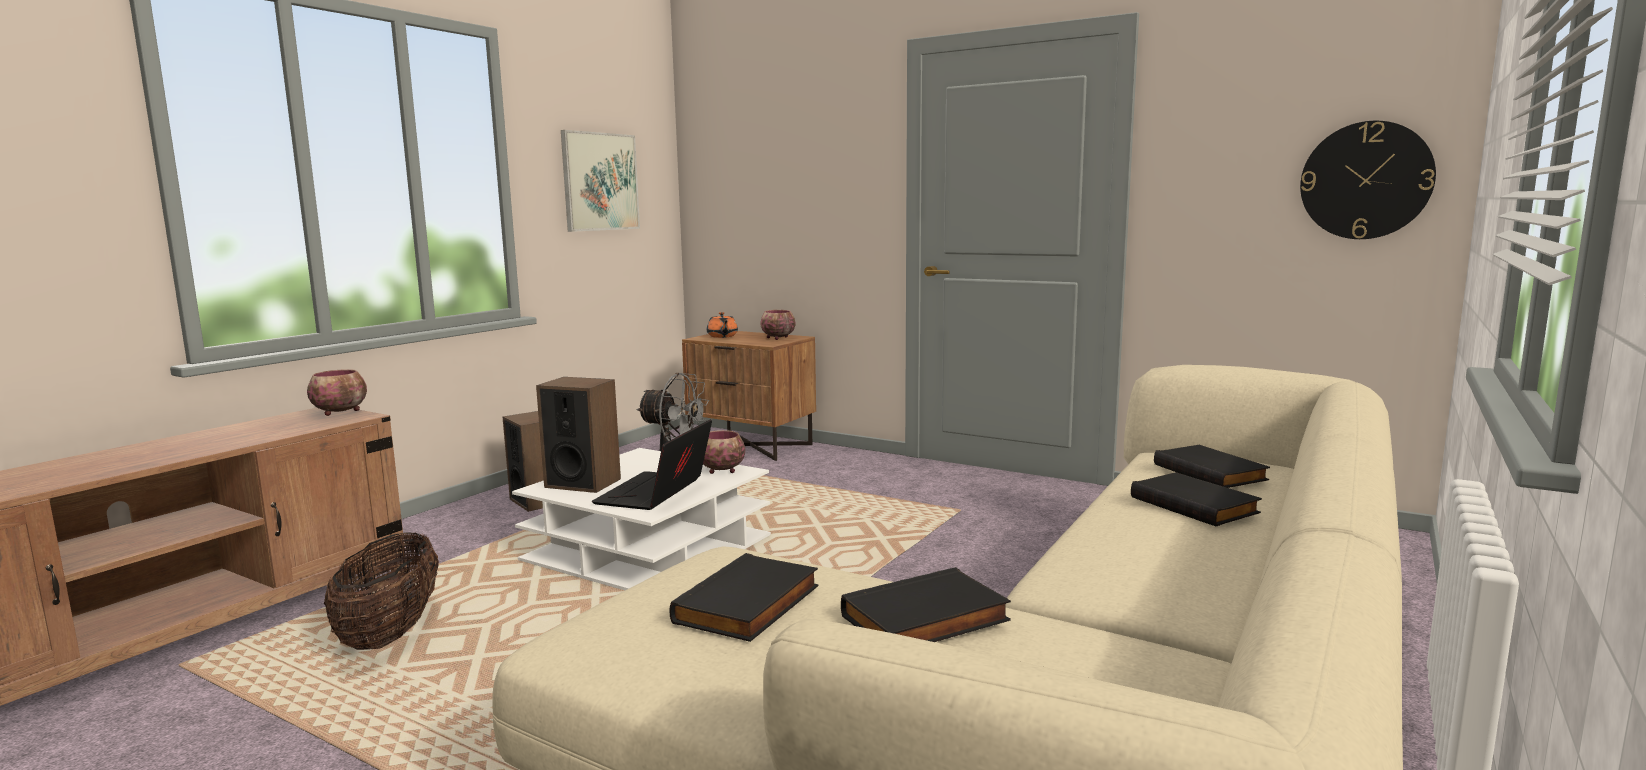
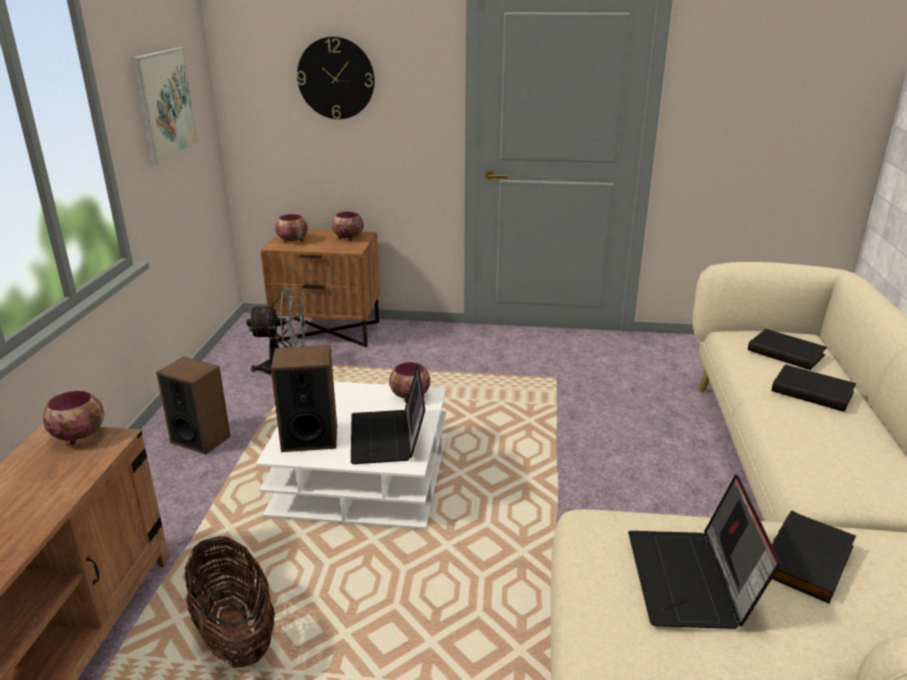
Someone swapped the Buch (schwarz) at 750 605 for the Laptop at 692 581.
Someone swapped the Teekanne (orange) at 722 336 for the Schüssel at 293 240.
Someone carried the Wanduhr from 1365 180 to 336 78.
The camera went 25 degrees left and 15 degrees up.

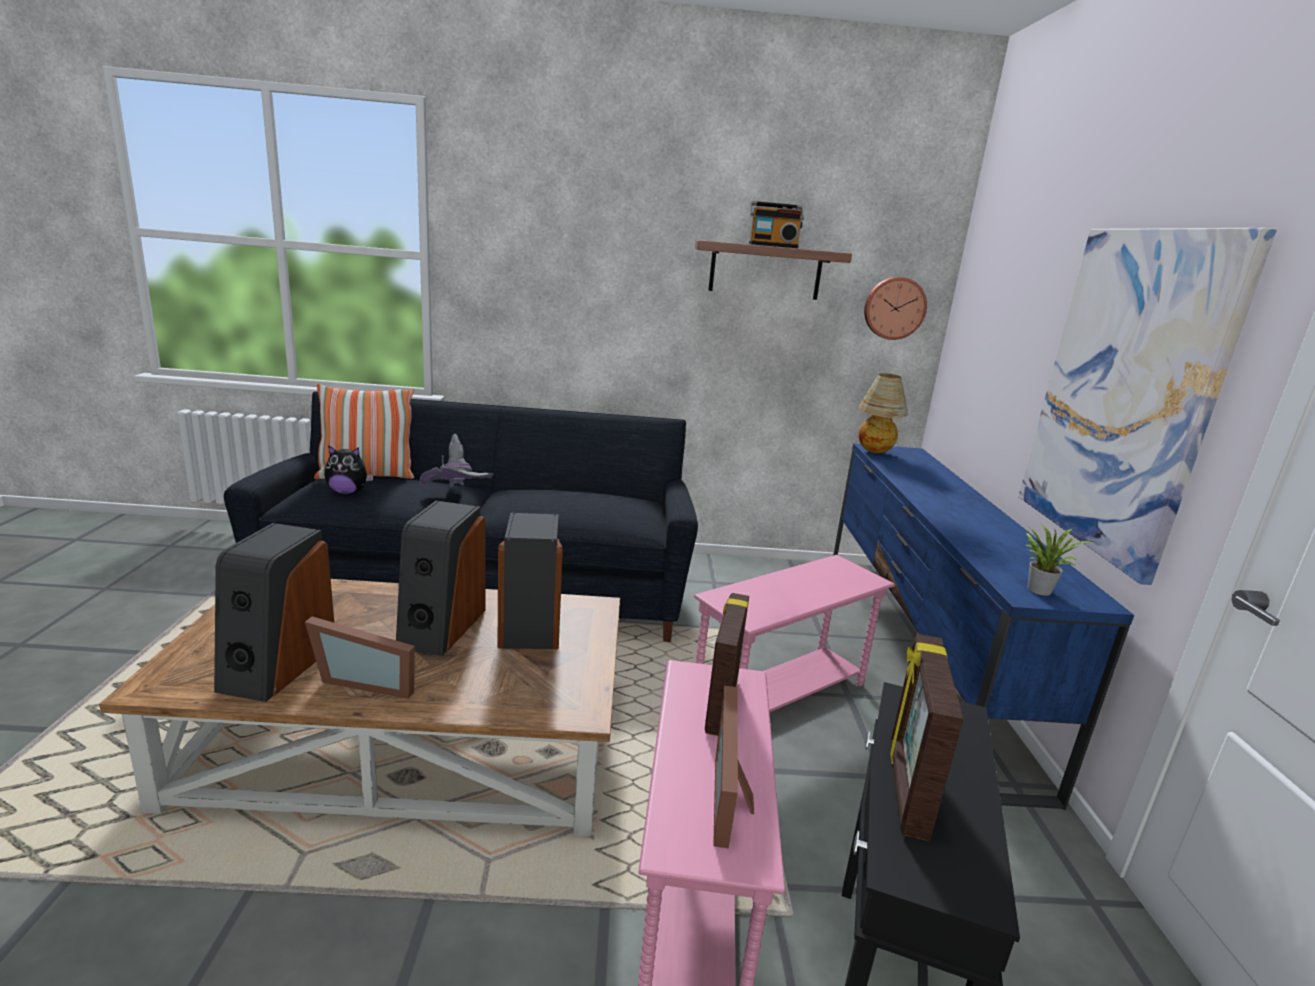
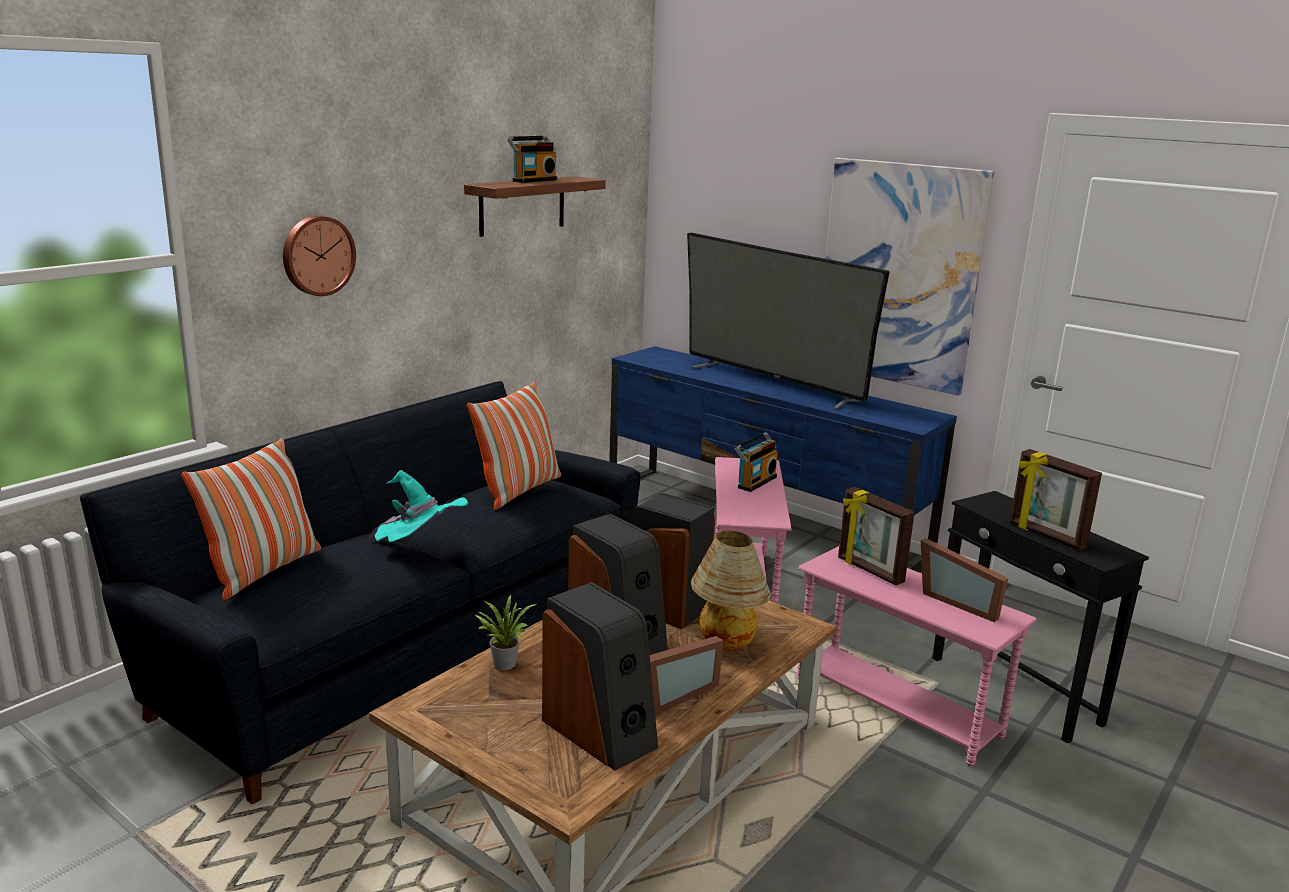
Someone took away the Plüschtier at 348 492.
Someone repainted the Hut (grau) at 456 501, which became the Hut (türkis) at 419 547.
Someone carried the Tischlampe from 874 452 to 725 646.
Someone carried the Wanduhr from 894 308 to 317 255.
Someone carried the Topfpflanze from 1038 589 to 503 662.
Someone put down the Kissen at 518 490.
Someone put down the Fernseher at 772 383.
Someone put down the Radio at 755 482.
The camera went 50 degrees left and 0 degrees up.

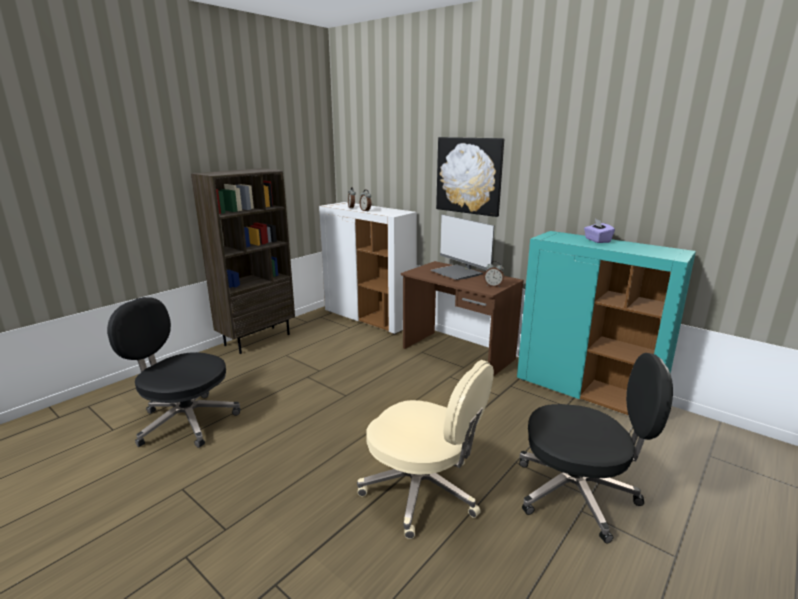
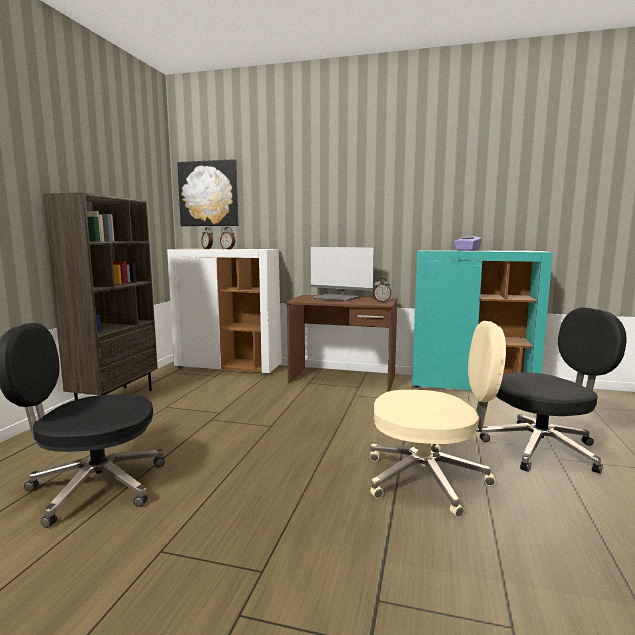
Someone carried the Bild from 469 175 to 209 194.
The camera went 25 degrees left and 10 degrees down.

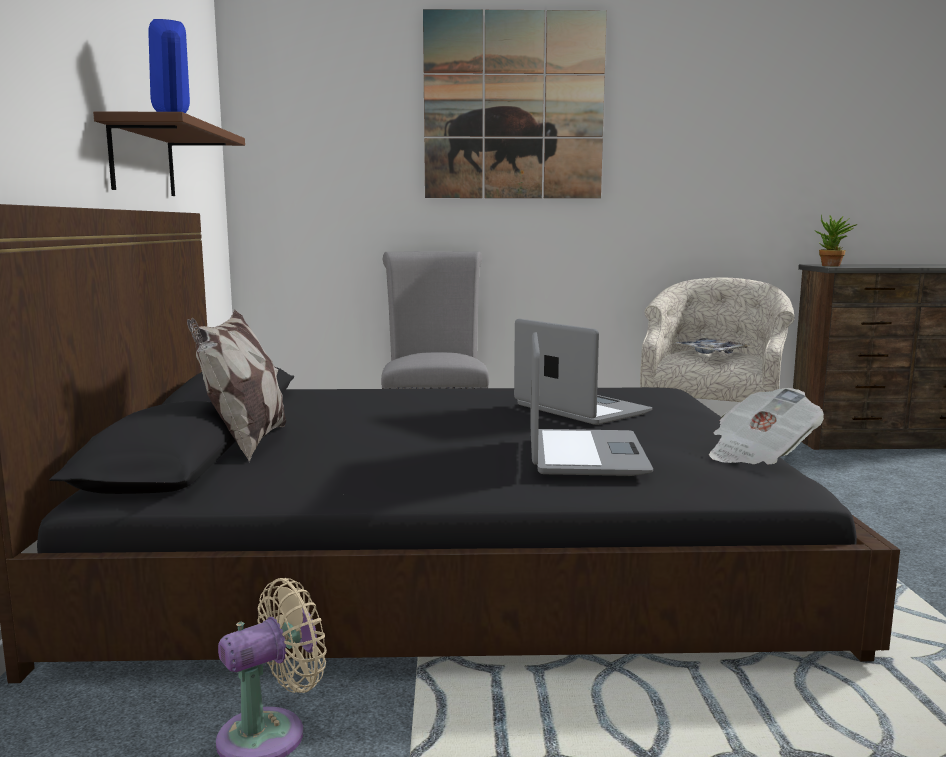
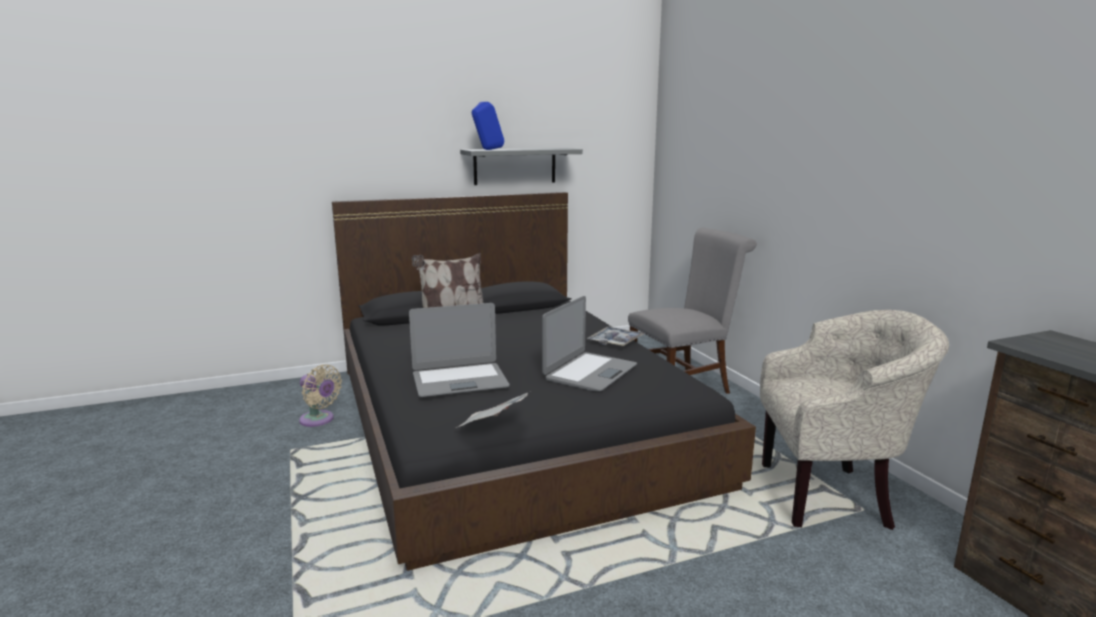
Someone repainted the Wandregal (braun) at 142 160, which became the Wandregal (grau) at 515 166.
Someone took away the Bild at 513 106.
Someone carried the Tablett from 711 352 to 615 342.
Someone took away the Topfpflanze at 832 266.
The camera went 70 degrees right and 5 degrees up.

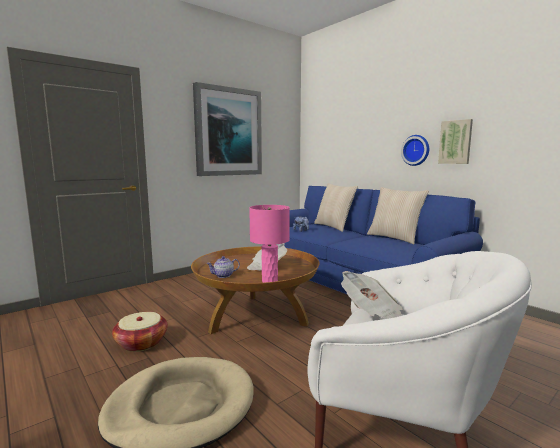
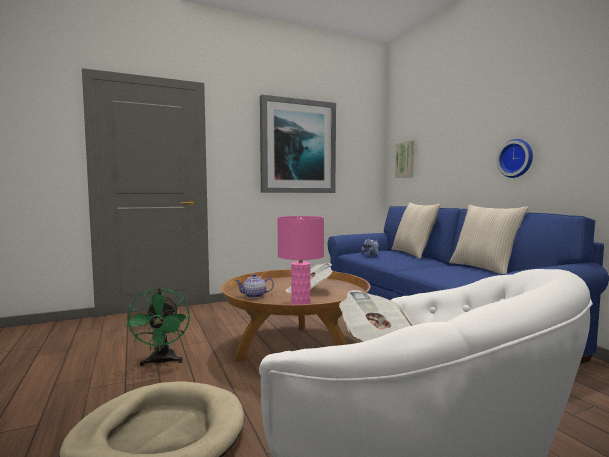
Someone swapped the Korb at 141 343 for the Ventilator (grün) at 161 362.
Someone carried the Bild from 455 142 to 405 160.
The camera went 15 degrees right and 5 degrees down.

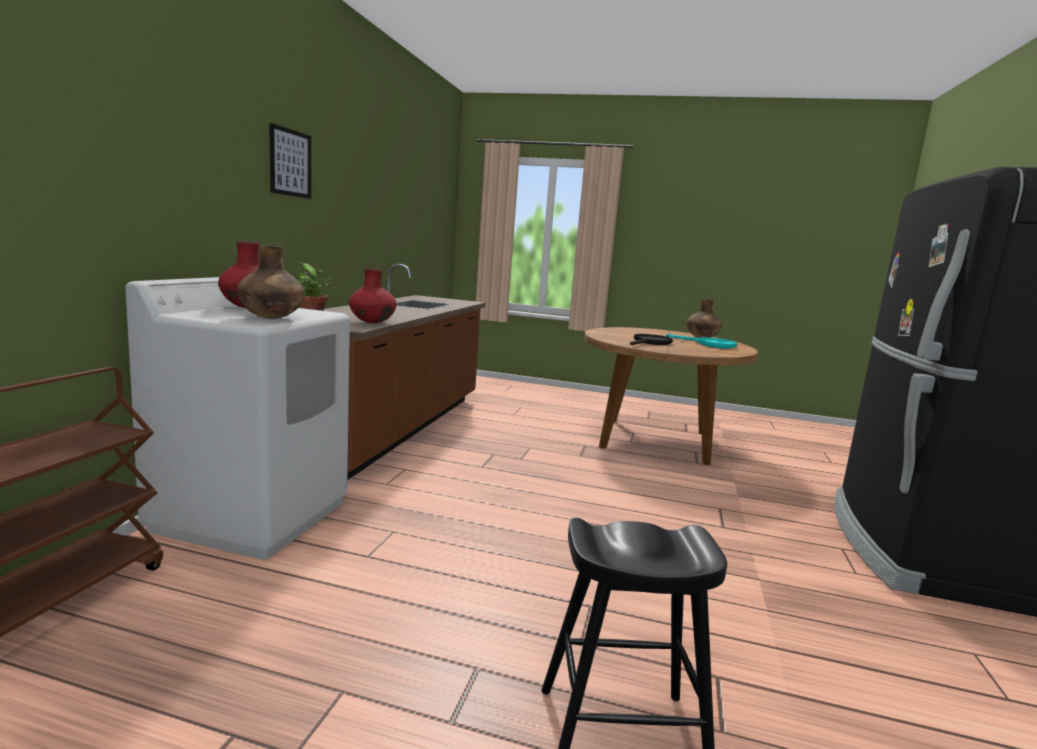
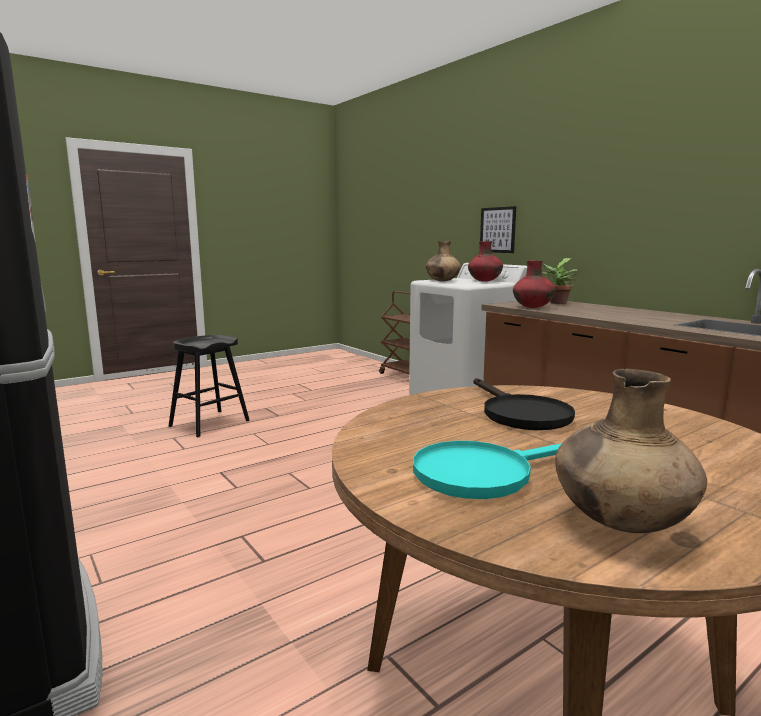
Someone carried the Bild from 290 163 to 497 230.
The camera went 130 degrees right and 0 degrees up.

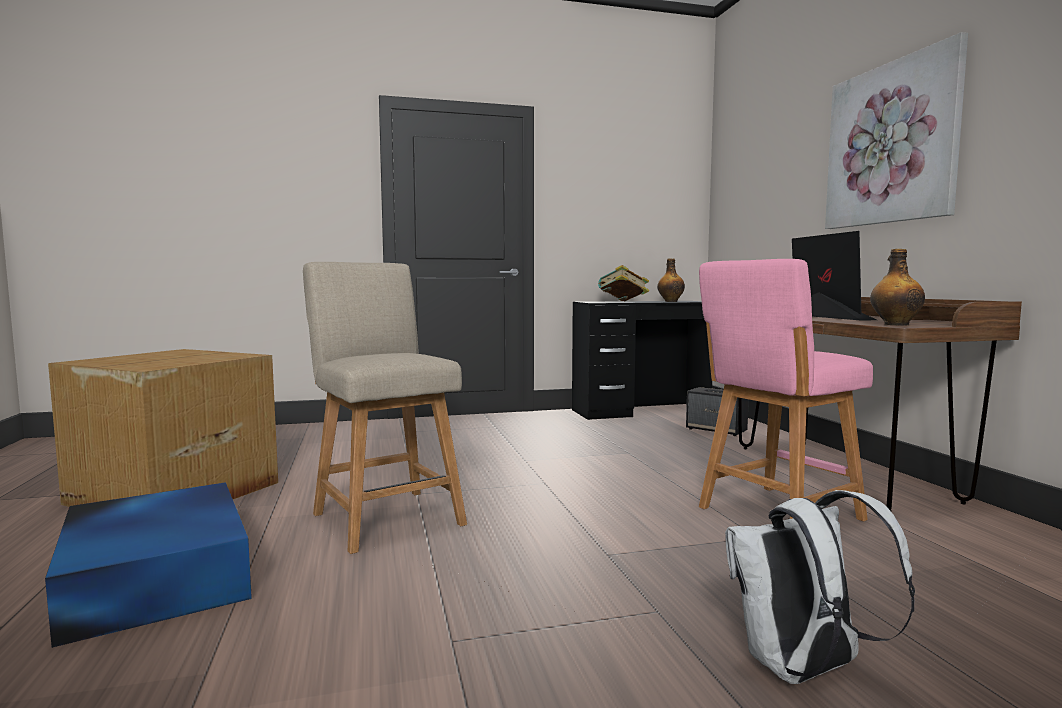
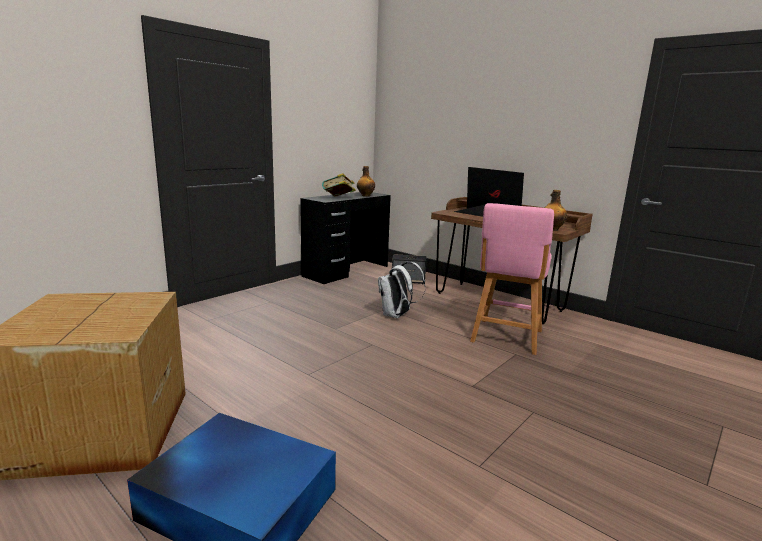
Someone took away the Stuhl (beige) at 385 516.
Someone carried the Rucksack (weiß) from 803 671 to 397 315.
Someone took away the Bild at 890 144.
The camera went 35 degrees left and 10 degrees up.

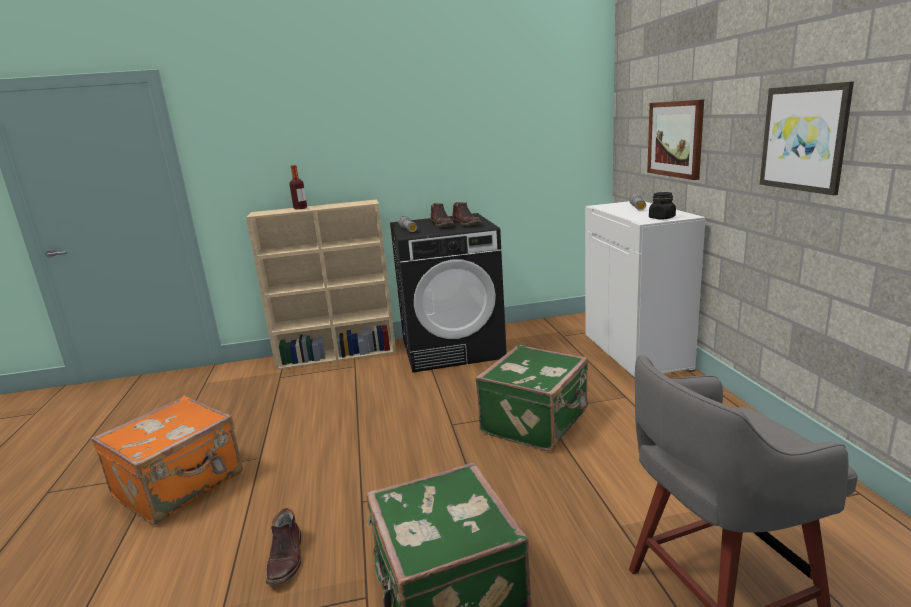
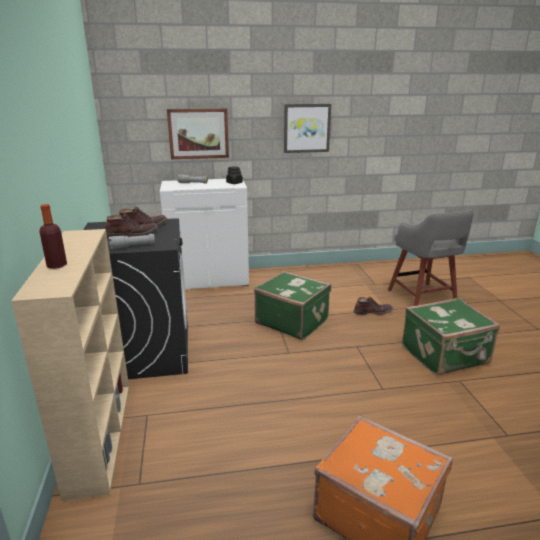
Someone carried the Stiefel (braun) from 286 559 to 372 312.
The camera went 90 degrees left and 5 degrees up.

